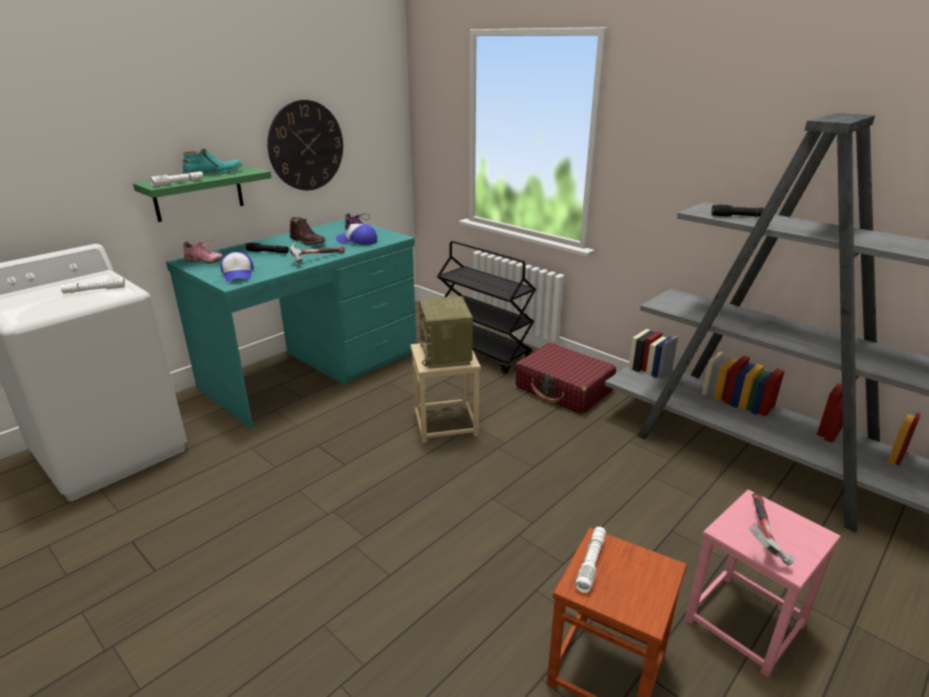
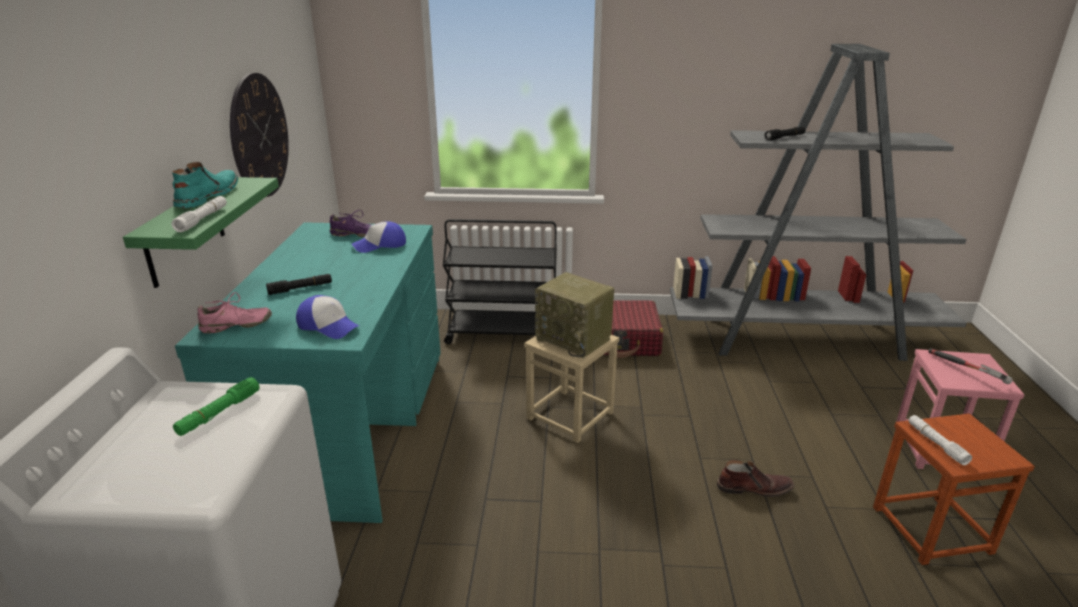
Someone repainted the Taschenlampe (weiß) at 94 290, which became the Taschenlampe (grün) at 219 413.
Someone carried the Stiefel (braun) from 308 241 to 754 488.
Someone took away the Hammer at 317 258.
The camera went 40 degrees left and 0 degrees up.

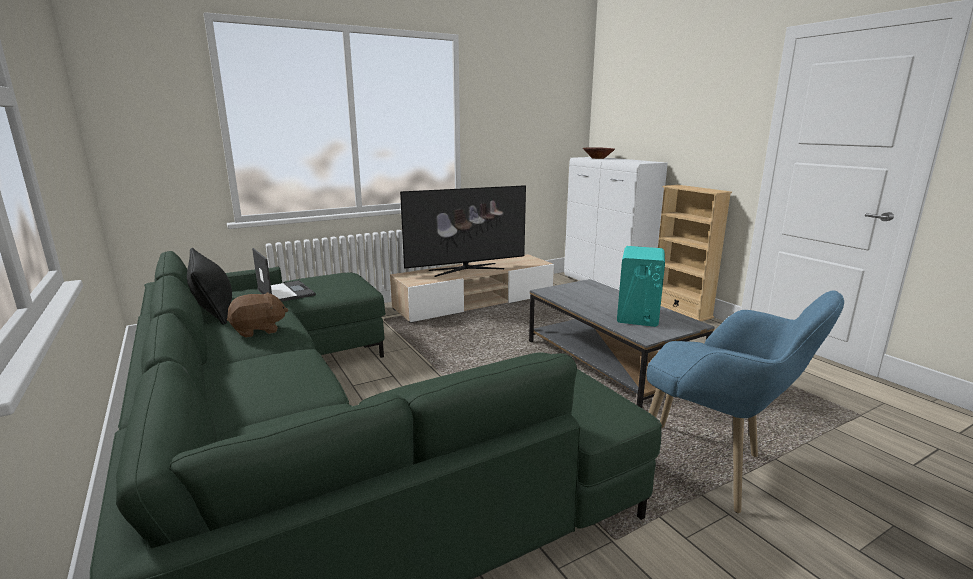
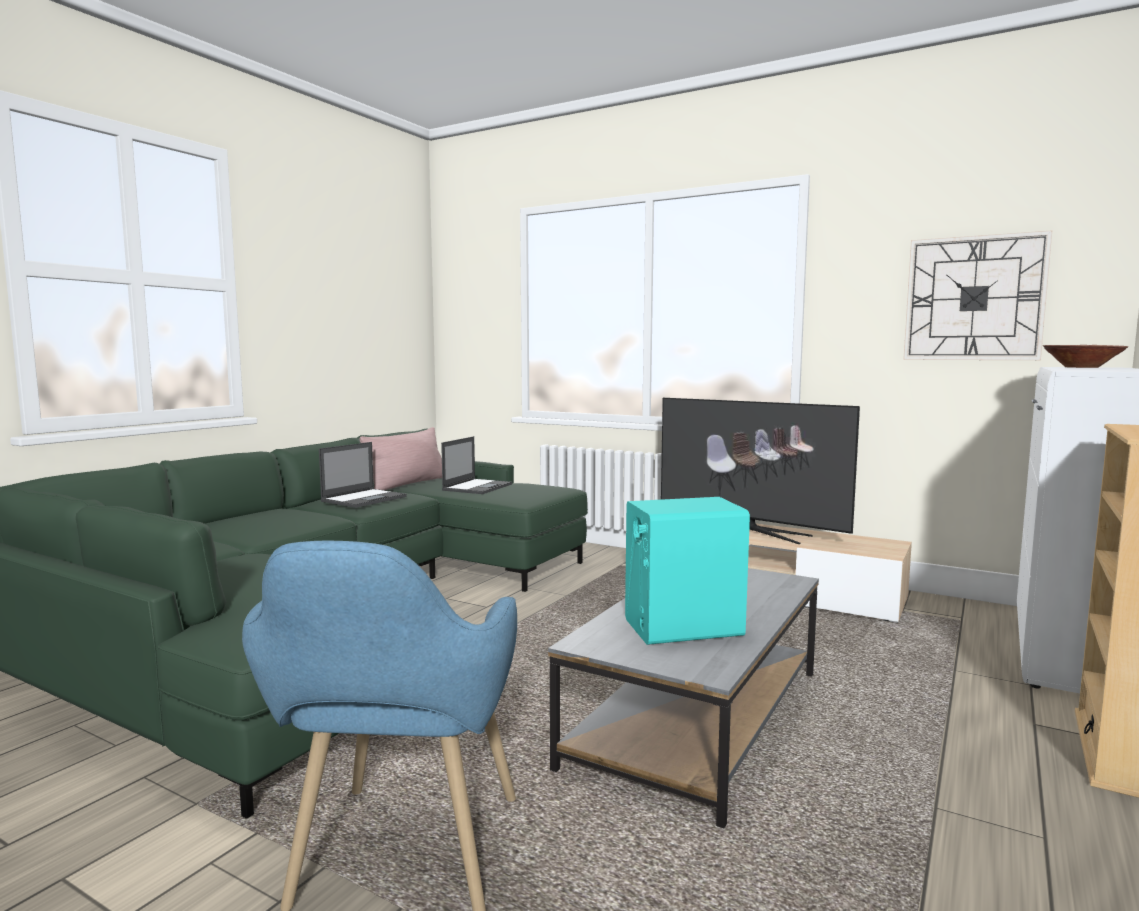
Someone repainted the Kissen (schwarz) at 213 309, which became the Kissen (rosa) at 408 484.
Someone swapped the Plüschtier (braun) at 258 330 for the Laptop at 364 499.
Someone put up the Wanduhr at 974 298.
The camera went 60 degrees right and 10 degrees down.

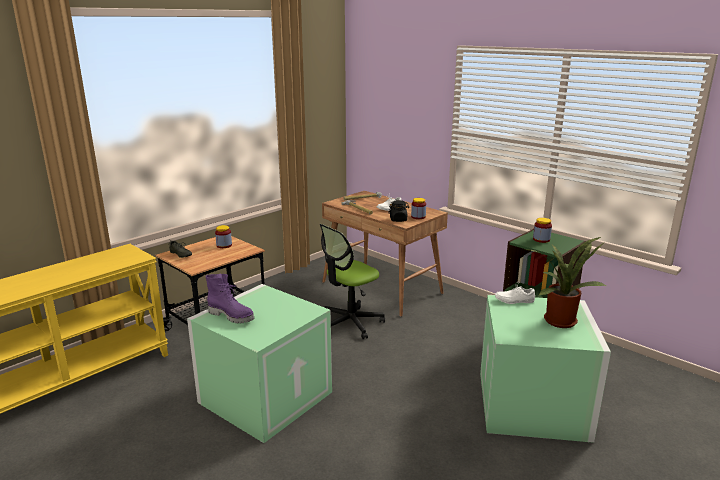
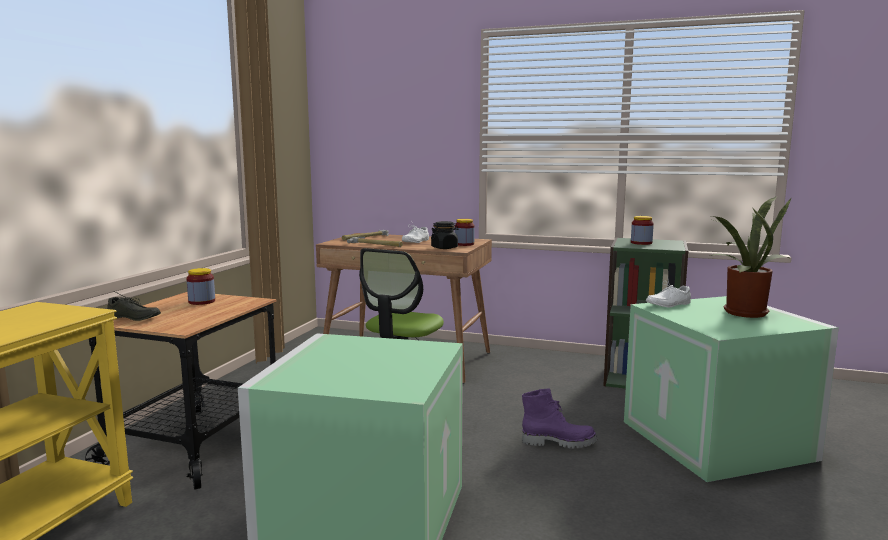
Someone carried the Stiefel (lila) from 232 316 to 558 442.
The camera went 25 degrees left and 10 degrees down.

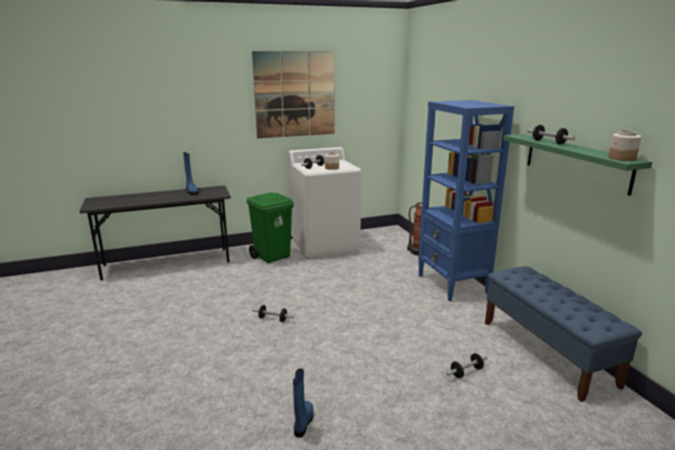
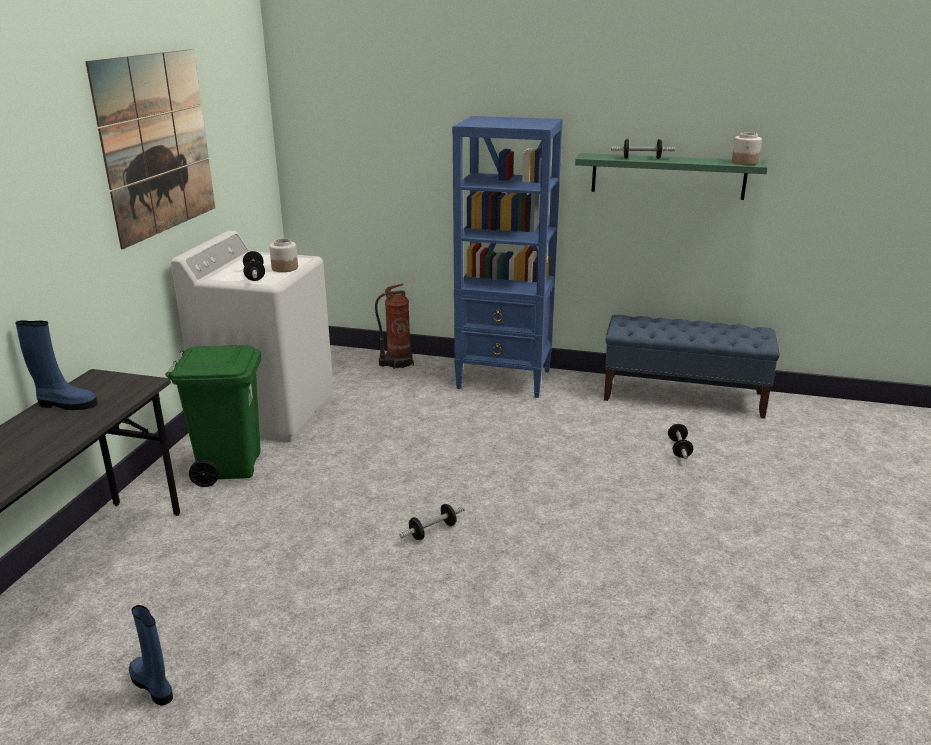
Someone carried the Stiefel (blau) from 303 422 to 153 686.
The camera went 55 degrees left and 5 degrees up.

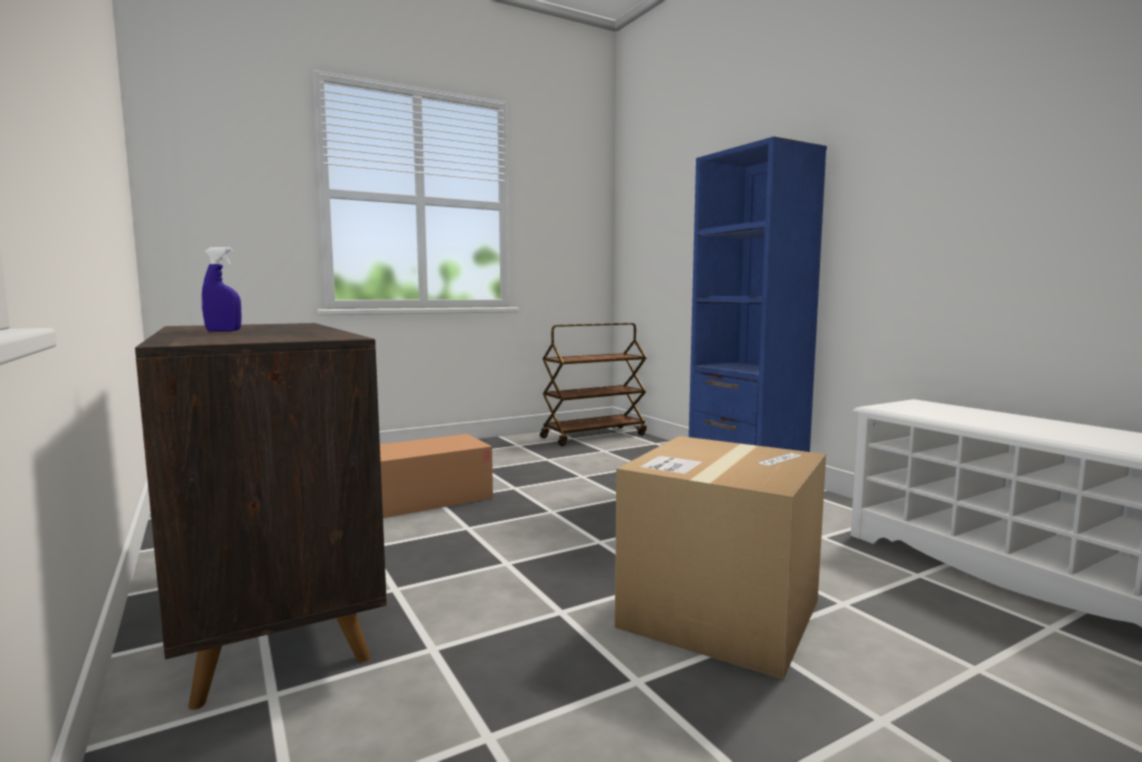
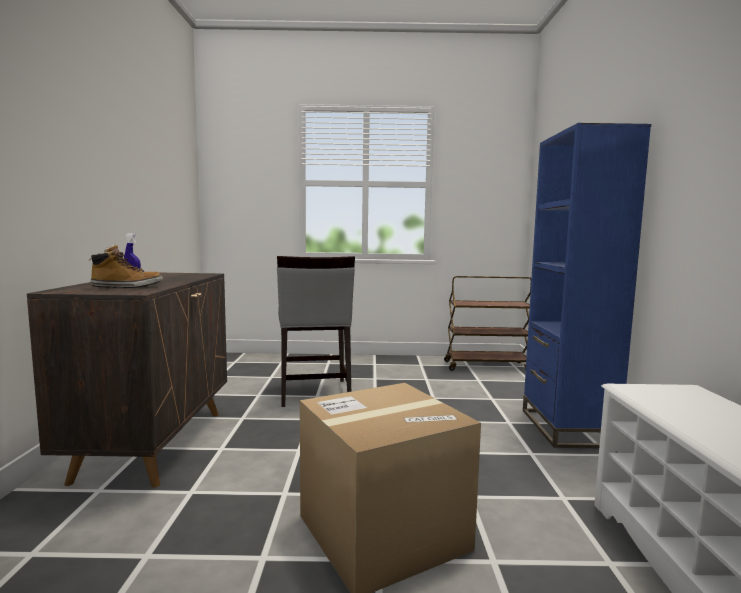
Someone swapped the Karton at 428 498 for the Stuhl (grau) at 314 393.
Someone put down the Stiefel at 127 287.
The camera went 30 degrees right and 0 degrees up.

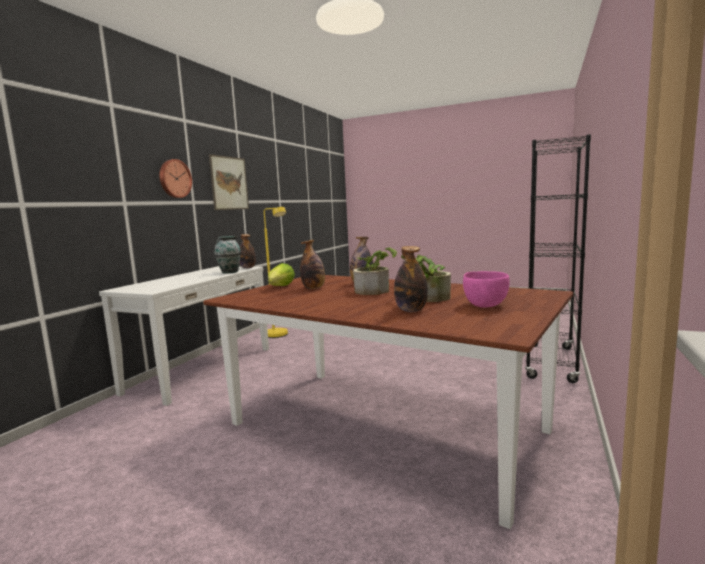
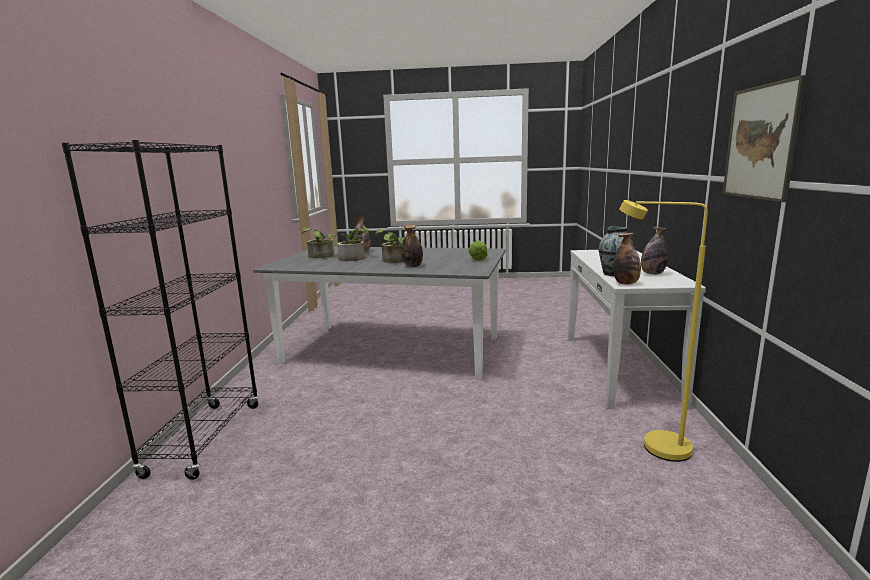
Someone took away the Wanduhr at 174 178.
Someone repainted the Esstisch (braun) at 383 428, which became the Esstisch (grau) at 393 349.
Someone carried the Flasche from 314 288 to 652 274.
Someone swapped the Schüssel (rosa) at 485 305 for the Topfpflanze at 320 256.
The camera went 160 degrees right and 5 degrees up.

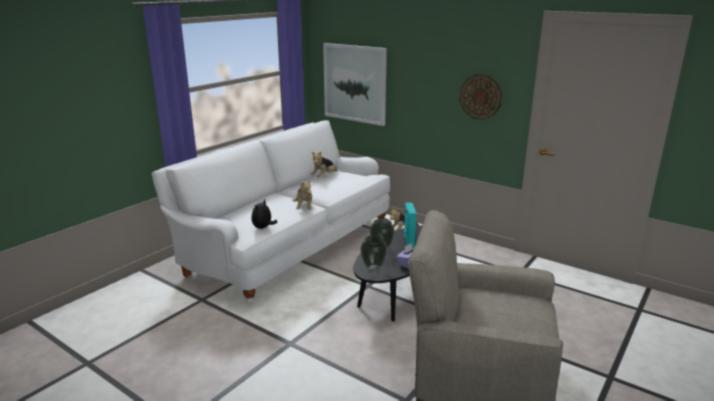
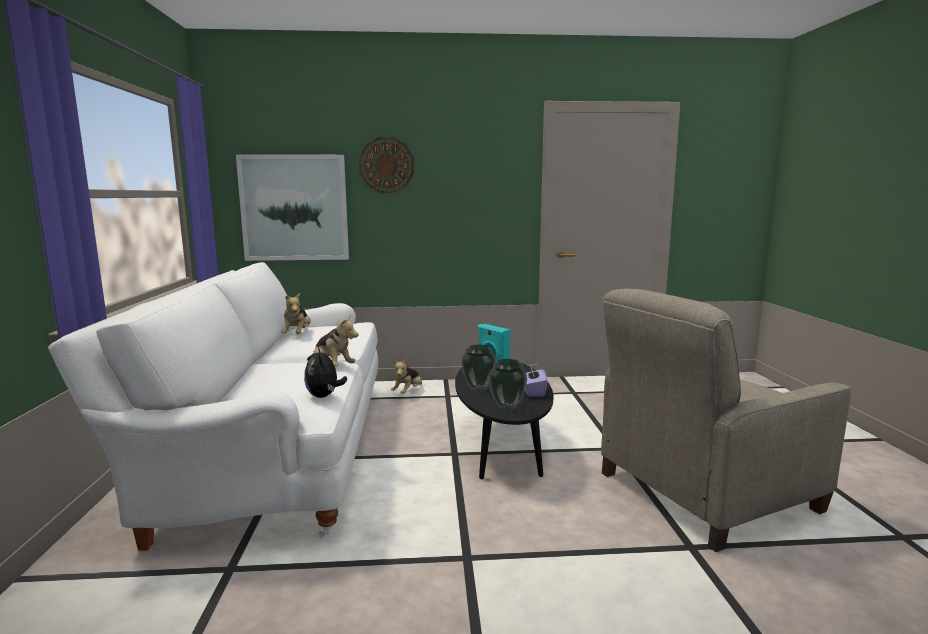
Someone carried the Wanduhr from 480 96 to 386 165.
The camera went 40 degrees left and 10 degrees down.

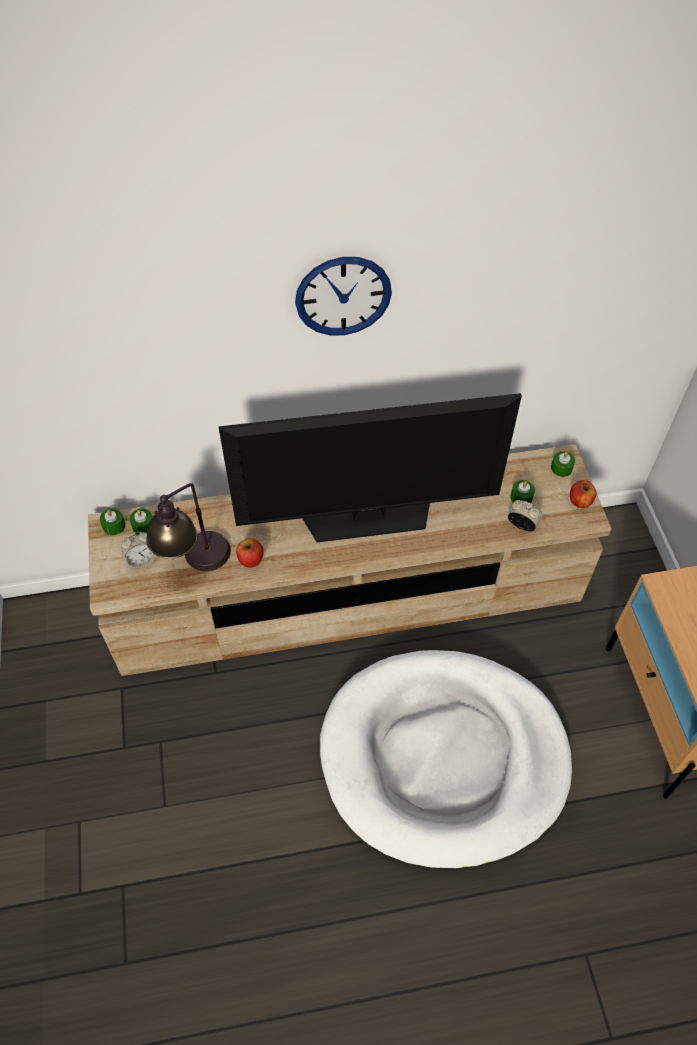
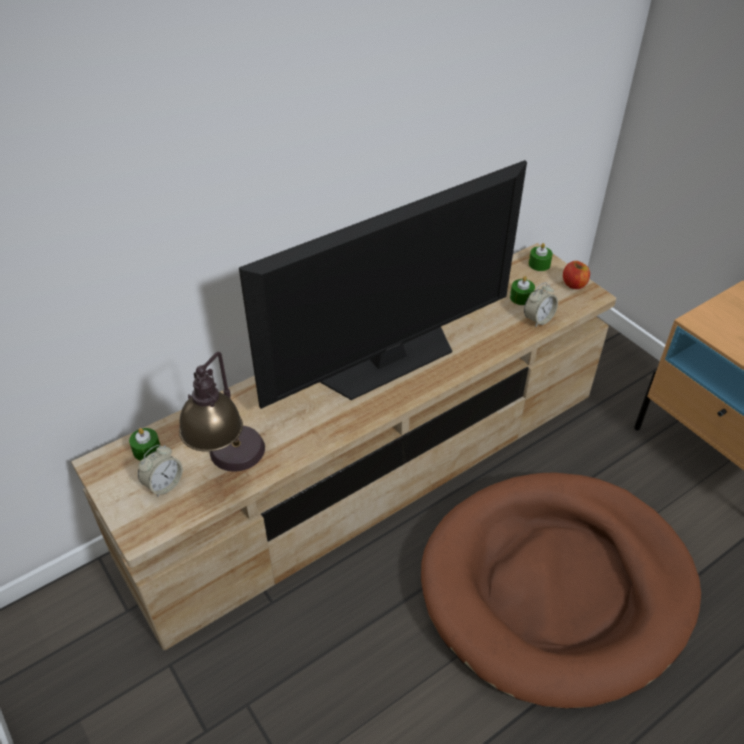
Someone took away the Kerze (grün) at 114 526.
Someone took away the Apfel at 250 559.
Someone took away the Wanduhr at 343 296.
Someone repainted the Hundebett (weiß) at 443 758, which became the Hundebett (braun) at 556 587.
Someone rotated the Wecker at 522 525 by 135 degrees clockwise.
The camera went 25 degrees left and 10 degrees down.

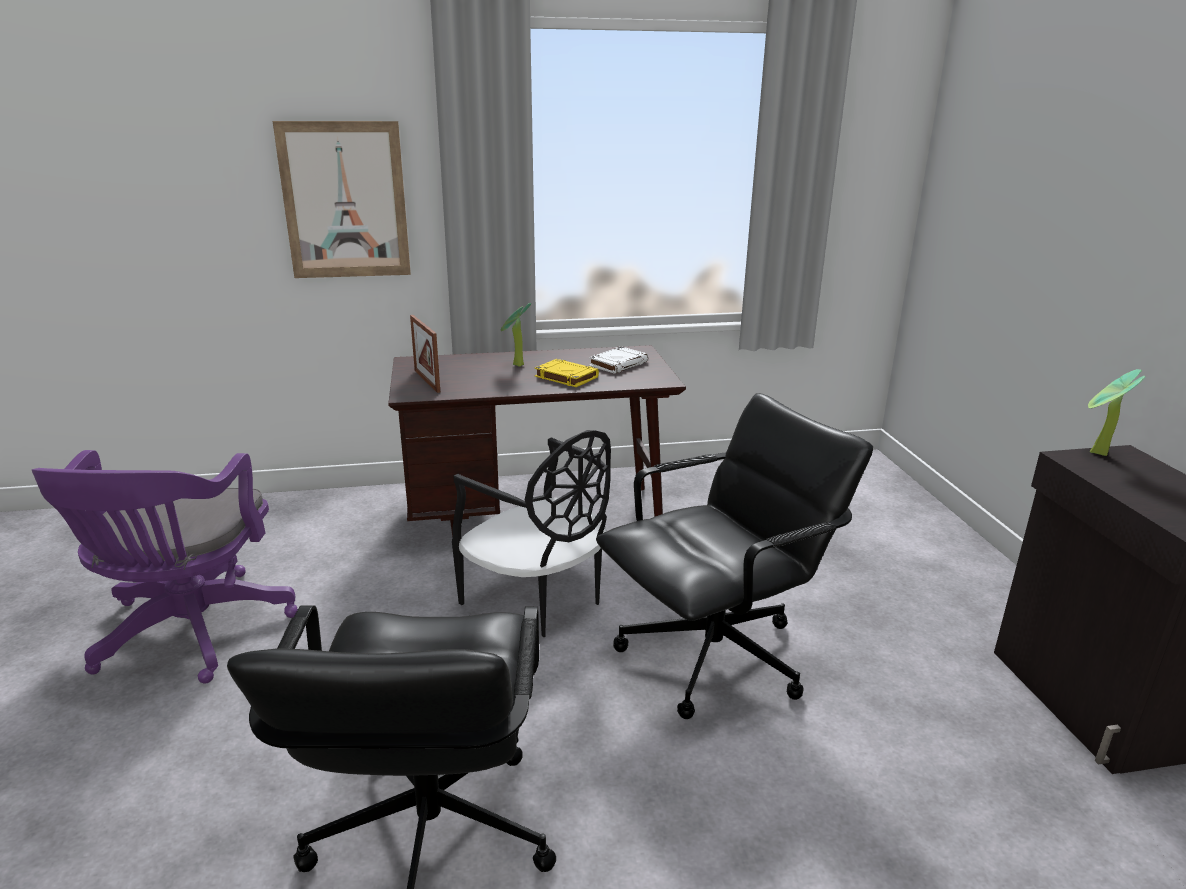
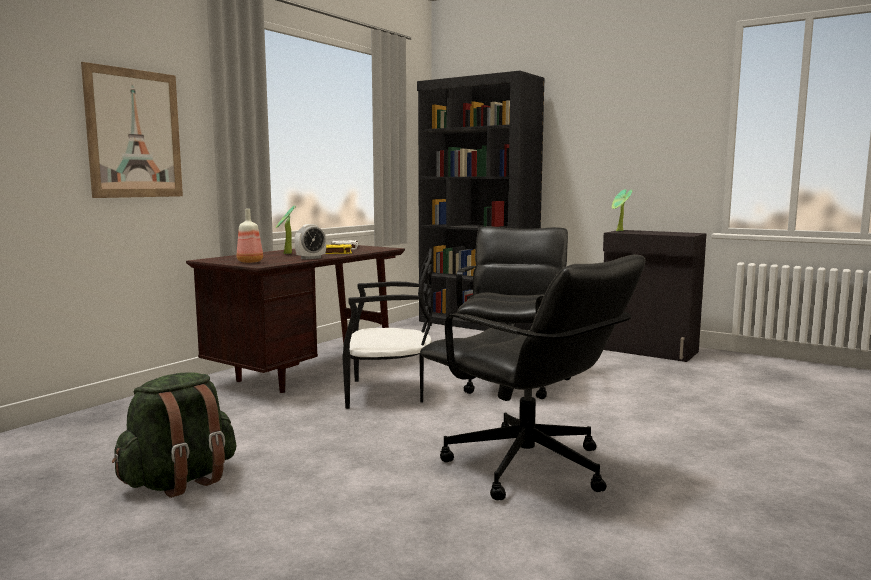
Someone swapped the Bürostuhl (lila) at 189 634 for the Rucksack (grün) at 180 481.
Someone swapped the Bilderrahmen at 427 381 for the Flasche at 251 262.
Someone put down the Wecker at 311 258.
Someone put down the Bücherregal (schwarz) at 477 324.
The camera went 45 degrees left and 15 degrees down.

